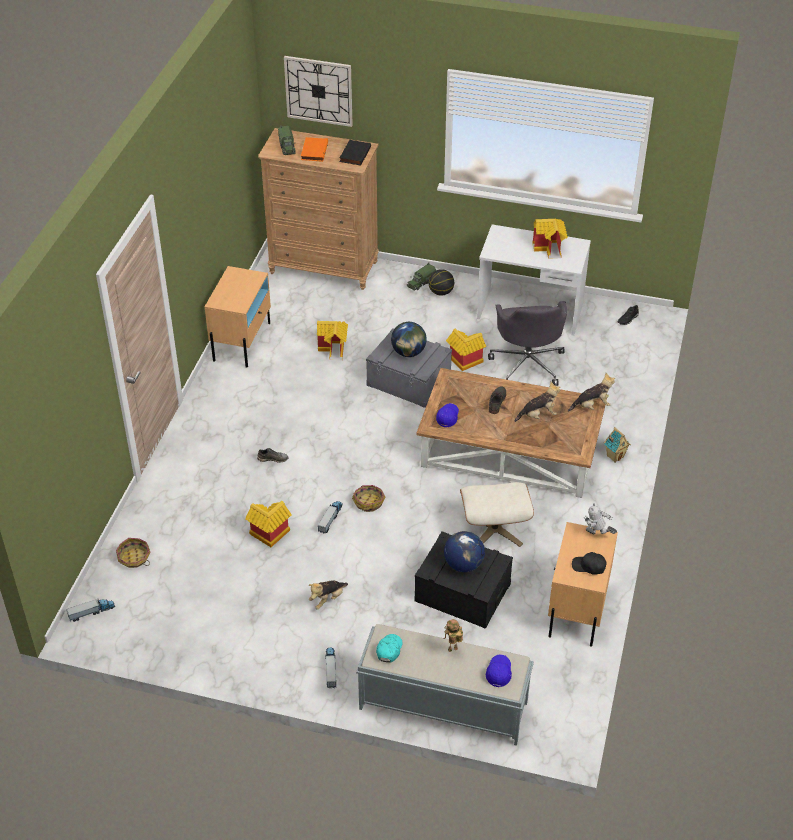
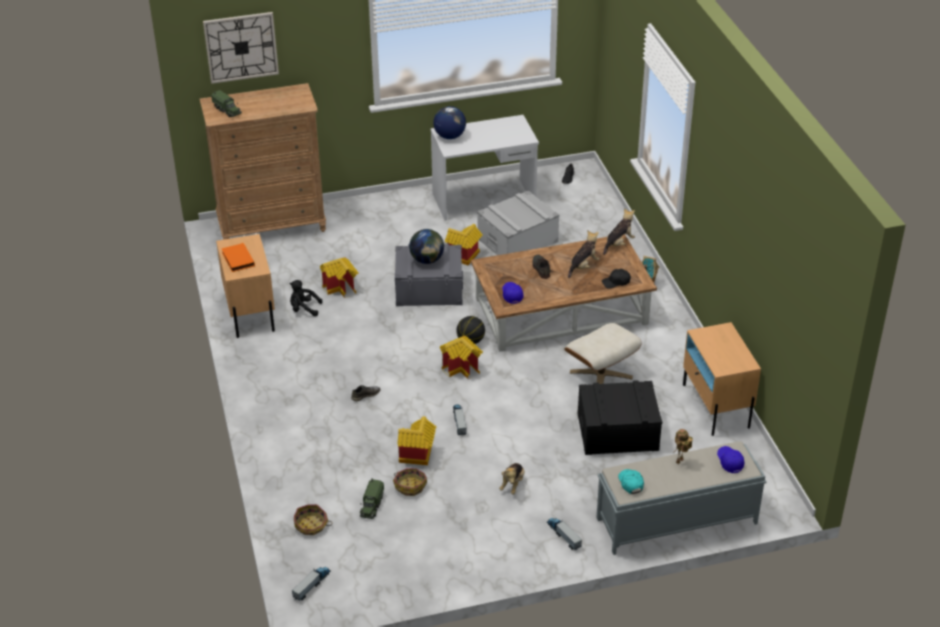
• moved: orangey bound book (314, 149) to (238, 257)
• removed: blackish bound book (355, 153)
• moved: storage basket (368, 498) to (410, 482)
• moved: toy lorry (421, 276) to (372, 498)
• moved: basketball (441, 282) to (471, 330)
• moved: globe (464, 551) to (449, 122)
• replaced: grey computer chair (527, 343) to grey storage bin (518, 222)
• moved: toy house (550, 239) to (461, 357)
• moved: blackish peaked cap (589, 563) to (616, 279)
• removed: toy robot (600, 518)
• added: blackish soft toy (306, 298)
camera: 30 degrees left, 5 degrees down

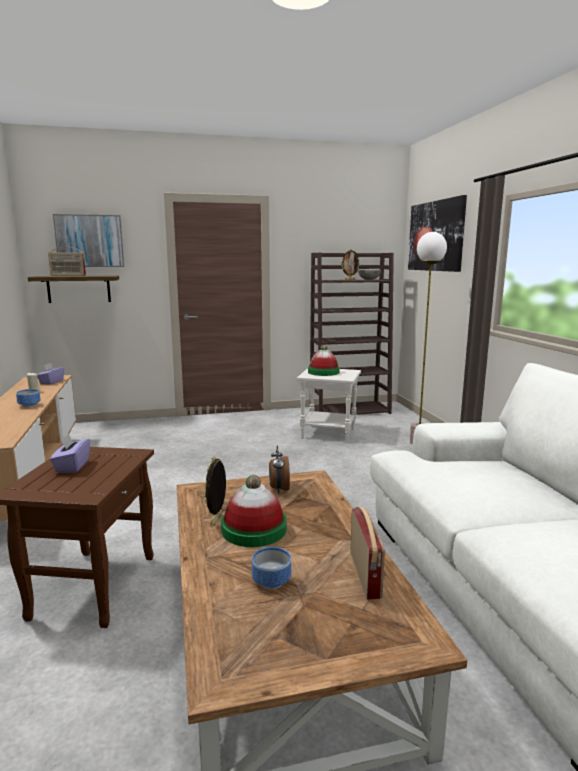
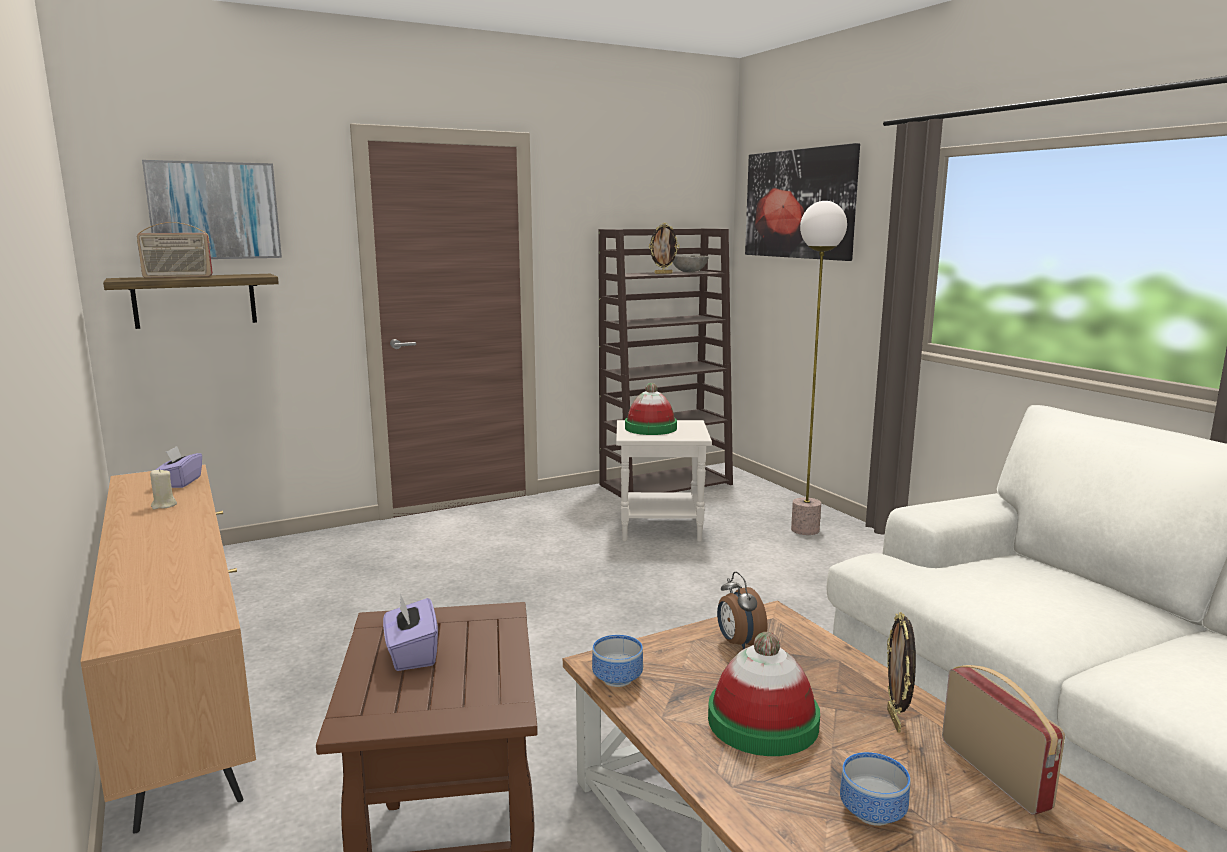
• moved: deep dish (28, 398) to (617, 661)
• moved: picture frame (214, 491) to (901, 672)
camera: 15 degrees left, 0 degrees up

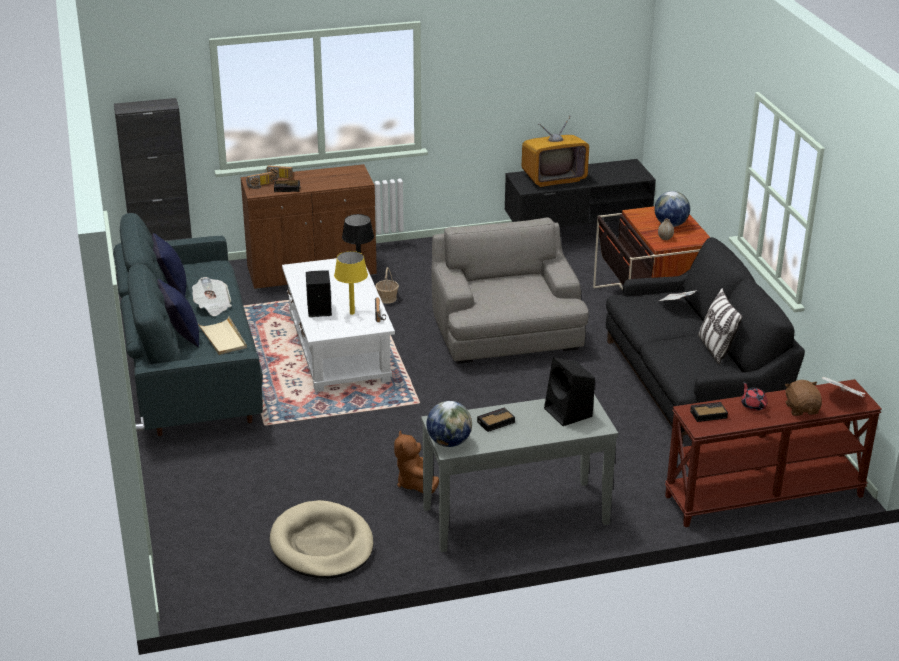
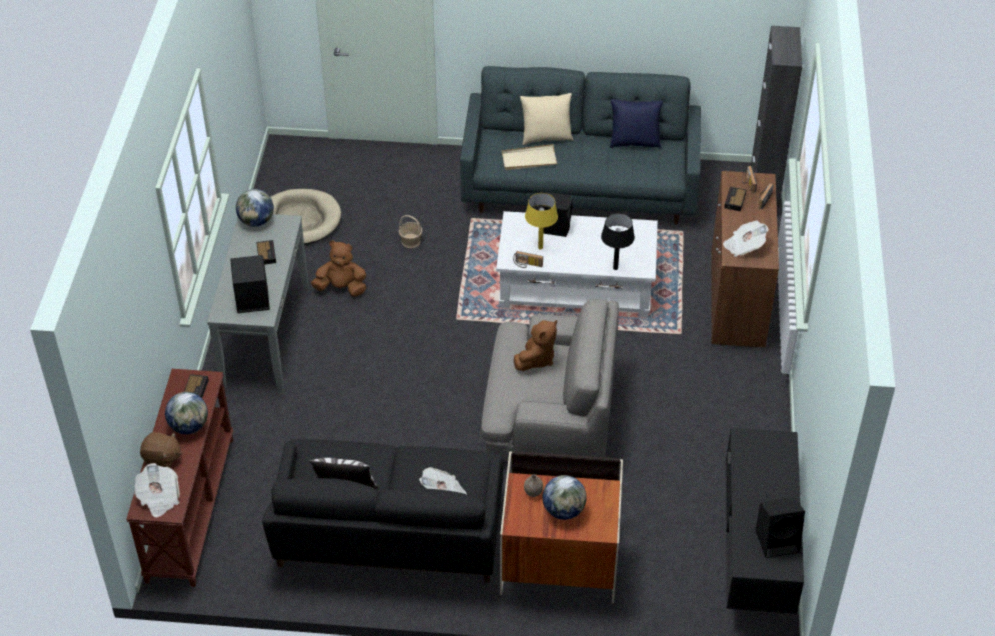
• recoloured: blue cushion (178, 313) to sand-coloured cushion (546, 119)
• moved: daily paper (212, 296) to (746, 239)
• moved: storage basket (387, 285) to (410, 231)
• removed: TV set (555, 151)
• replaced: red pot for tea (754, 396) to globe (186, 413)
• added: brownish soft toy (535, 345)
• added: blackish audio speaker (780, 527)
camera: 110 degrees right, 15 degrees up

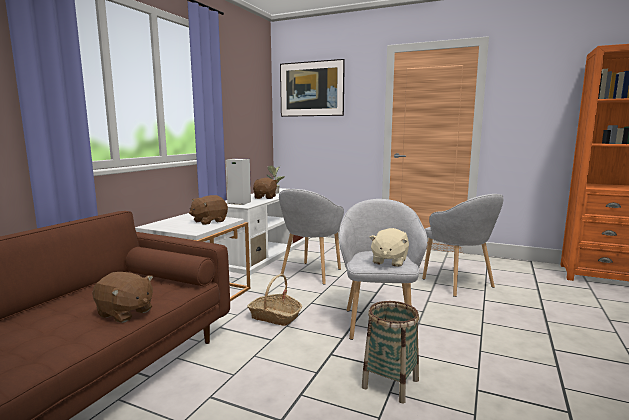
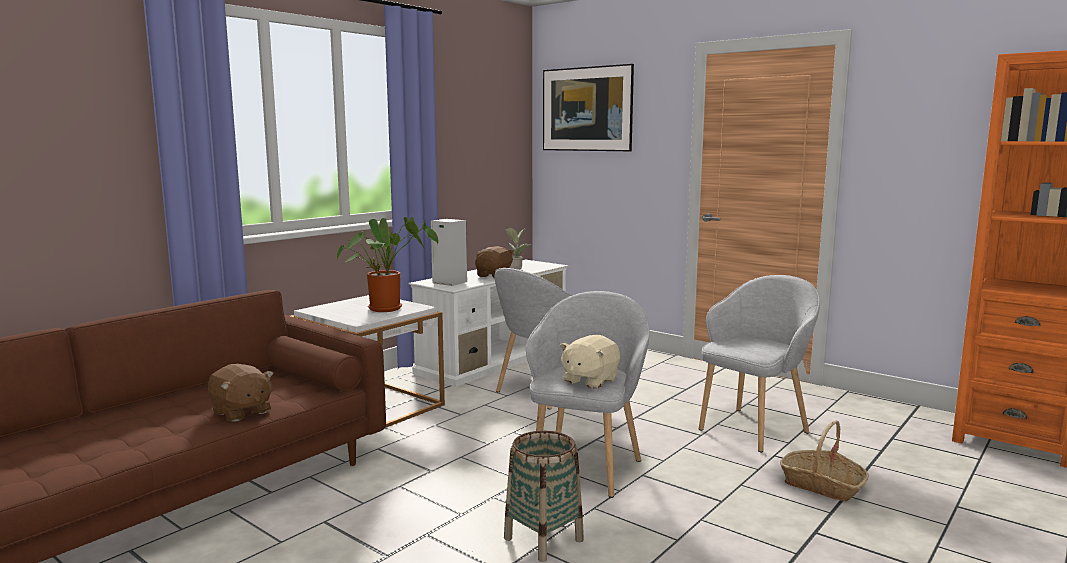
• replaced: brownish soft toy (208, 210) to houseplant (387, 264)
• moved: storage basket (274, 300) to (824, 460)
• turned: grey armchair (462, 245) = (759, 363) 120 degrees counterclockwise
camera: 15 degrees right, 0 degrees up

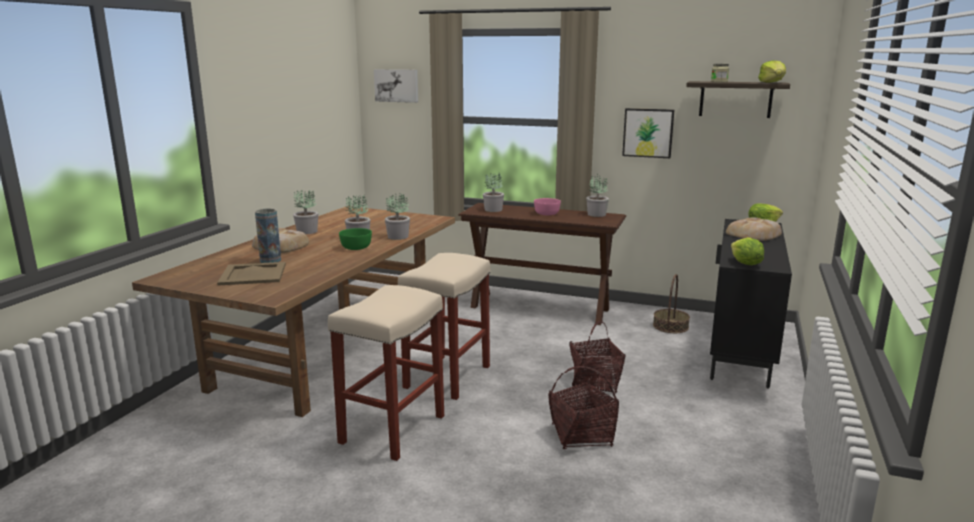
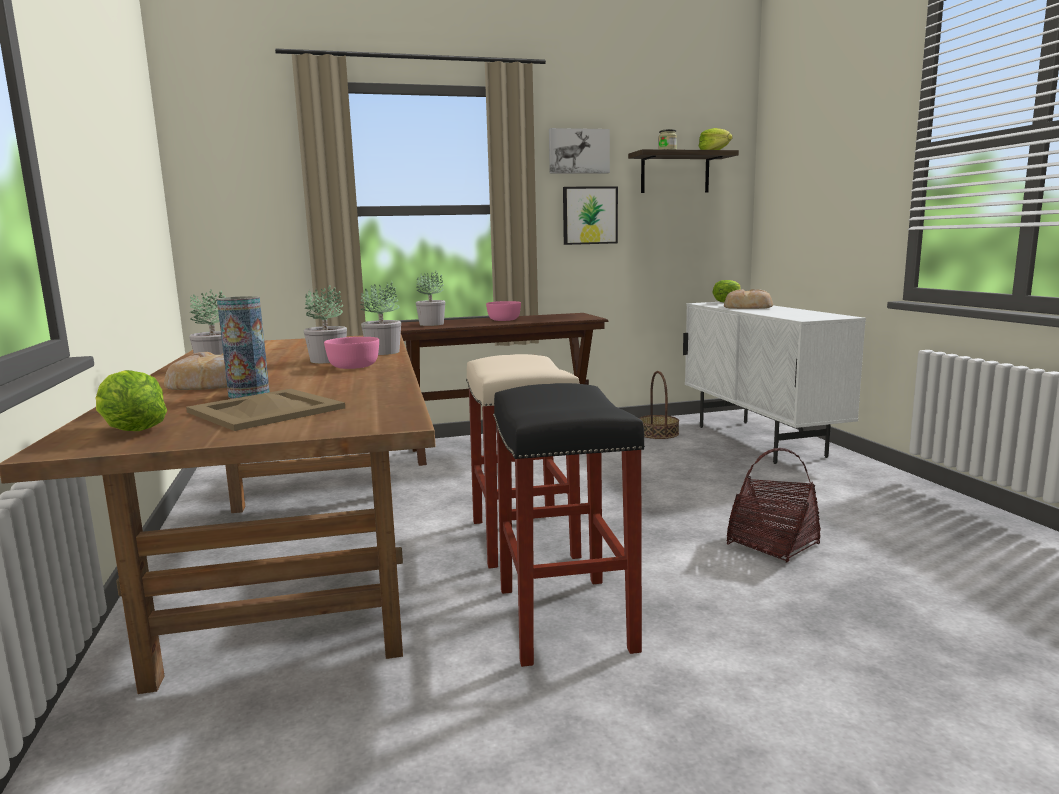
• recoloured: sand-coloured stool seat (386, 373) to blackish stool seat (569, 525)
• recoloured: greenish deep dish (355, 239) to pink-coloured deep dish (351, 353)
• moved: wall picture (396, 86) to (579, 151)
• removed: storage basket (597, 357)
• removed: houseplant (597, 195)
• recoloured: blackish storage cabinet (751, 304) to whitish storage cabinet (774, 383)
• moved: lettuce (747, 251) to (131, 400)
camera: 35 degrees left, 5 degrees down

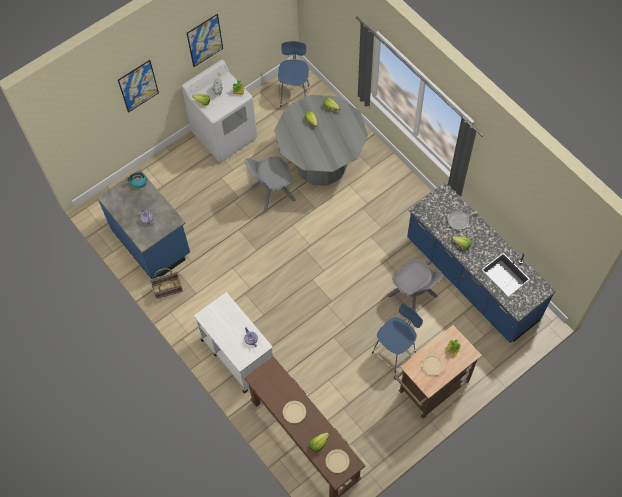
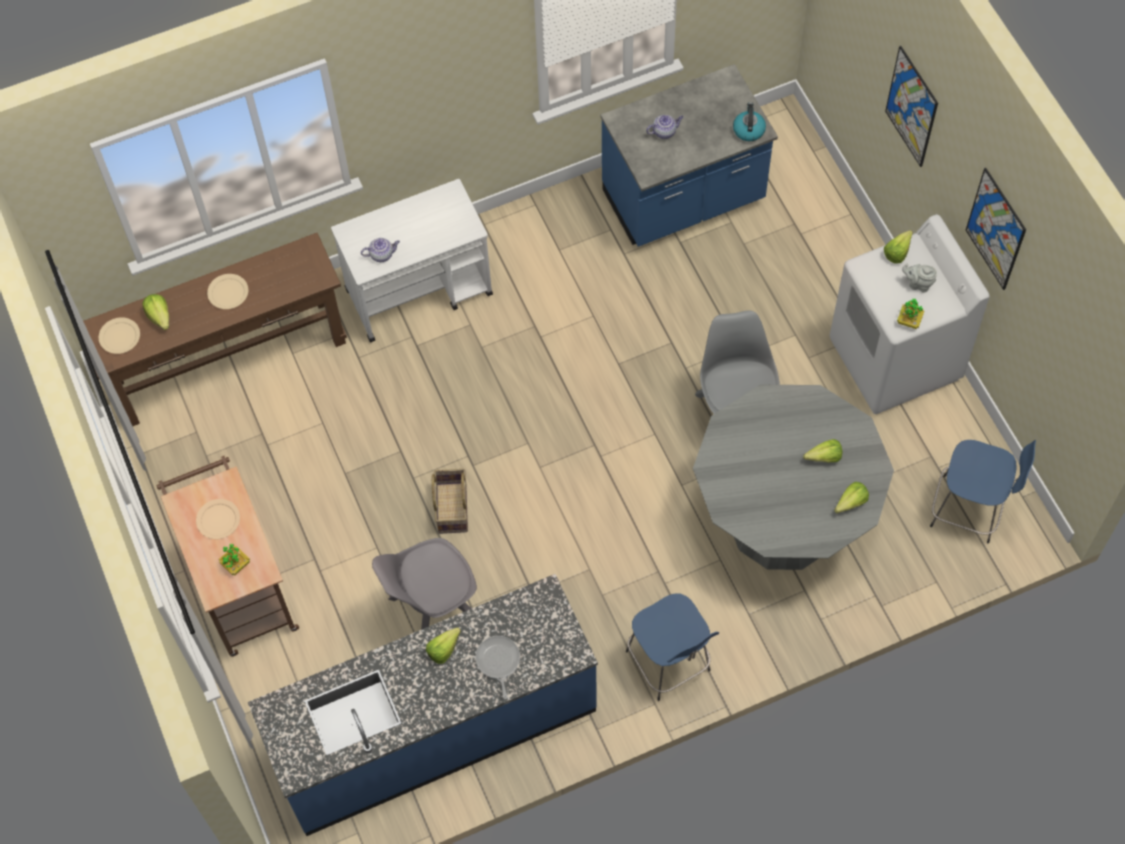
• moved: storage basket (166, 283) to (450, 501)
• moved: blue stool seat (397, 338) to (672, 647)
camera: 105 degrees right, 0 degrees up

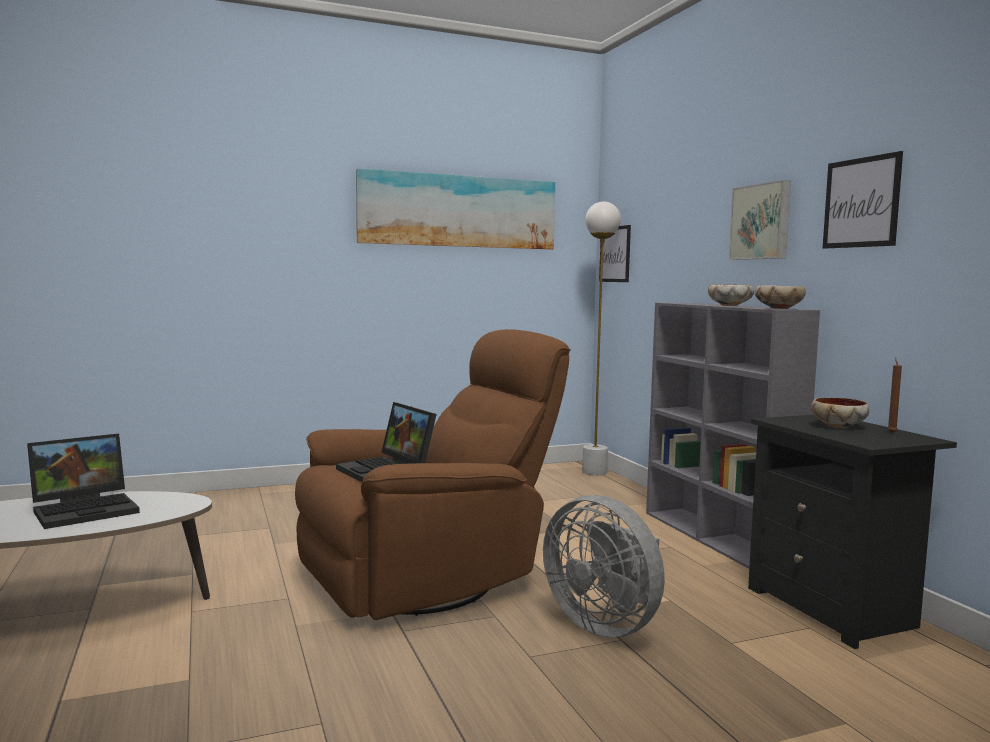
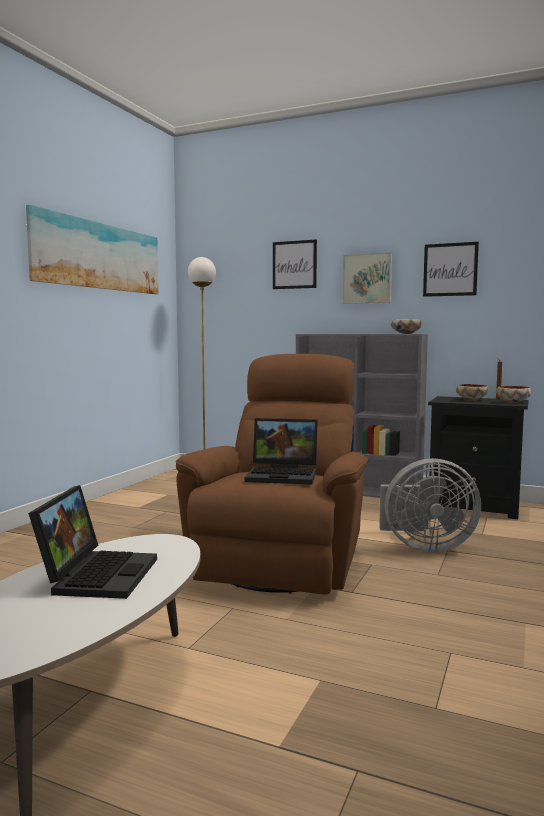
• moved: wall picture (615, 253) to (295, 264)
• moved: deep dish (731, 295) to (513, 394)
camera: 45 degrees left, 0 degrees up

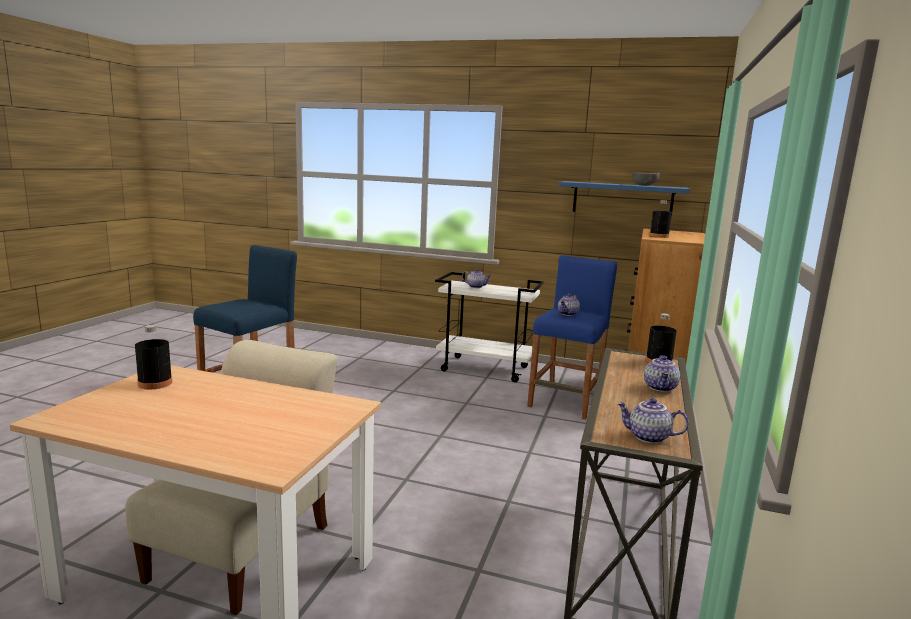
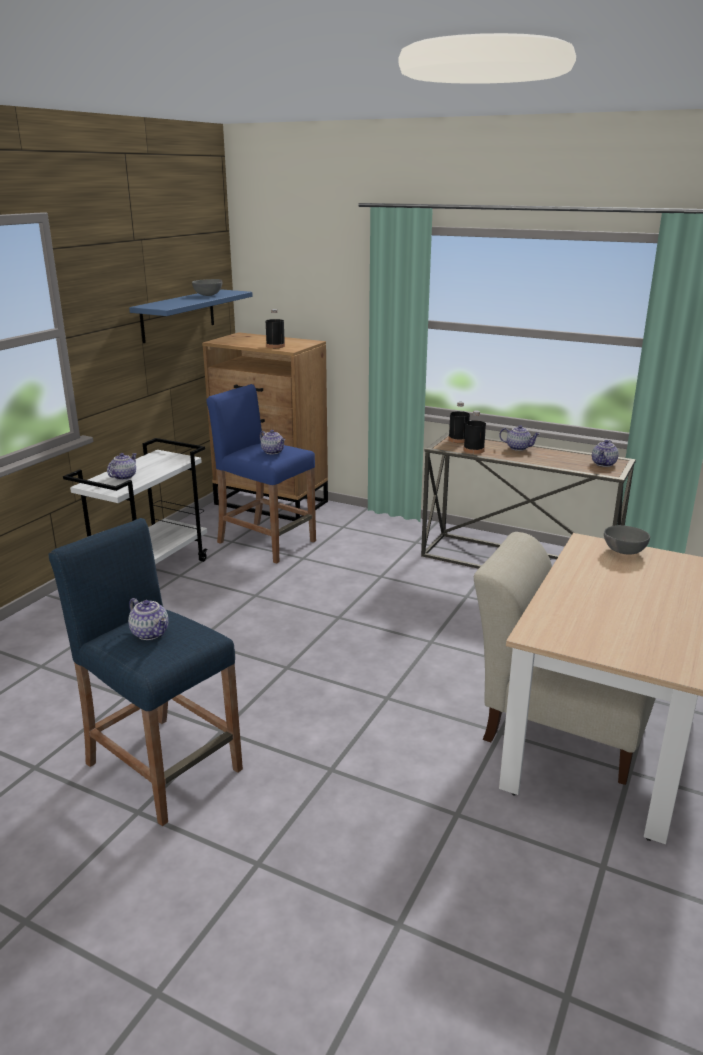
• moved: blackish drink bottle (153, 357) to (475, 432)
• added: pot for tea (148, 619)
• added: grey deep dish (627, 540)
camera: 80 degrees left, 10 degrees up

